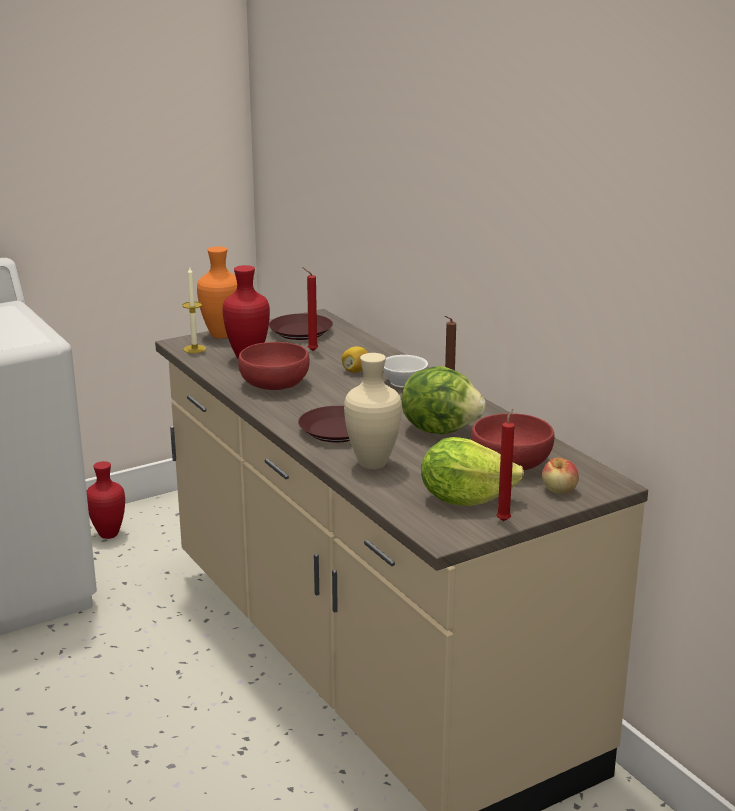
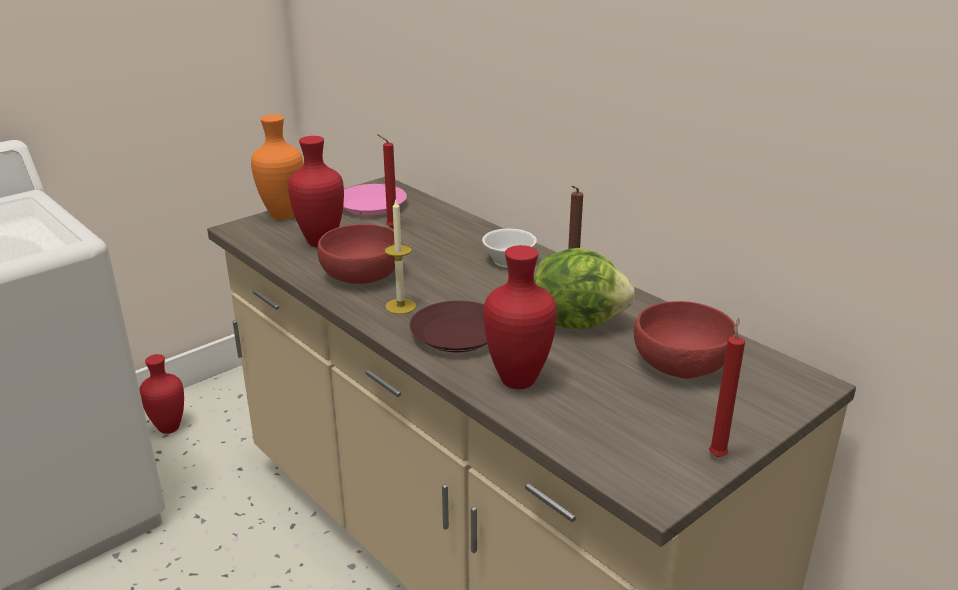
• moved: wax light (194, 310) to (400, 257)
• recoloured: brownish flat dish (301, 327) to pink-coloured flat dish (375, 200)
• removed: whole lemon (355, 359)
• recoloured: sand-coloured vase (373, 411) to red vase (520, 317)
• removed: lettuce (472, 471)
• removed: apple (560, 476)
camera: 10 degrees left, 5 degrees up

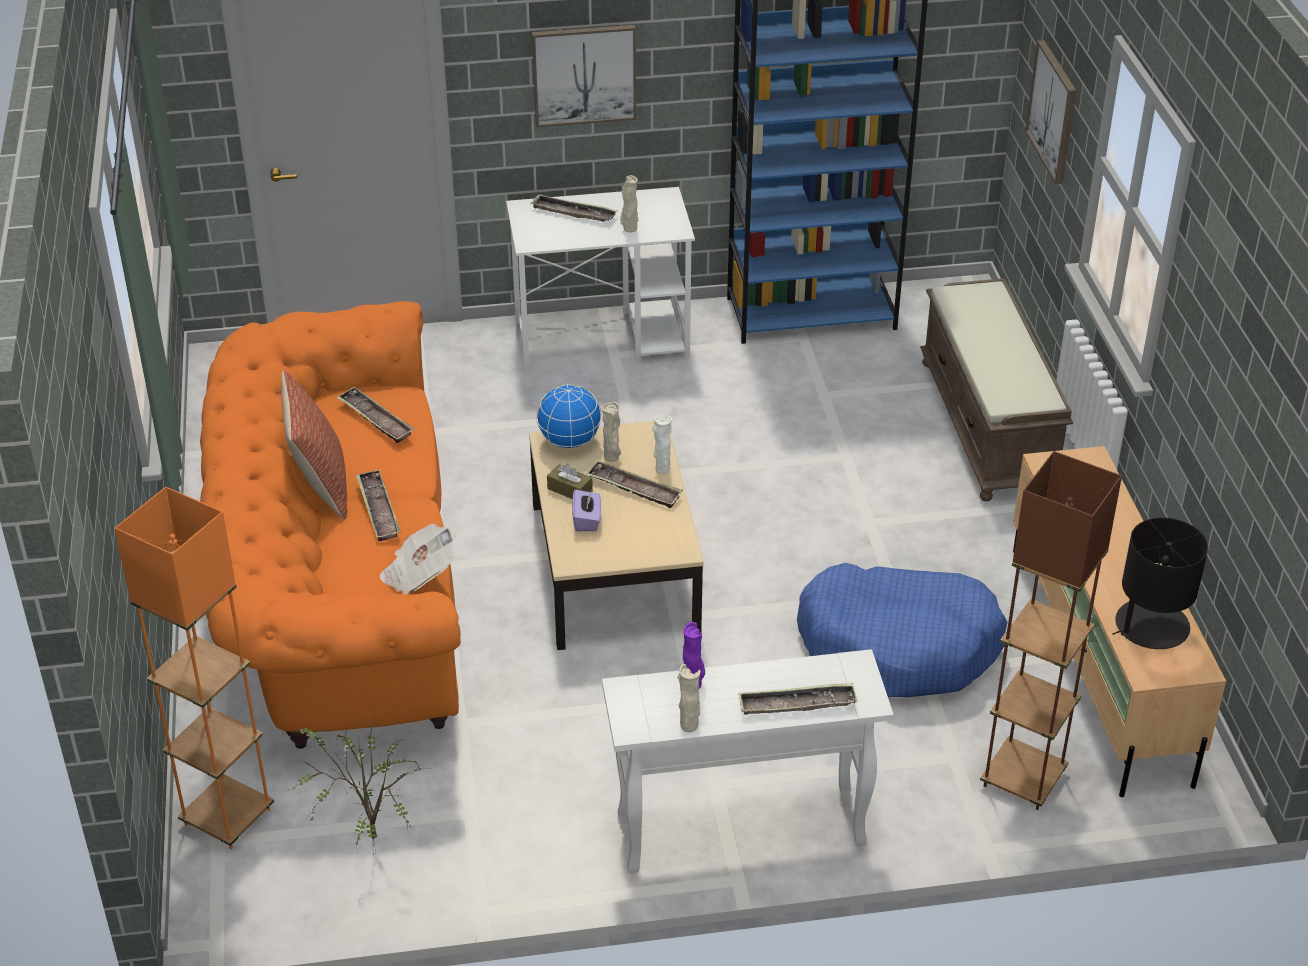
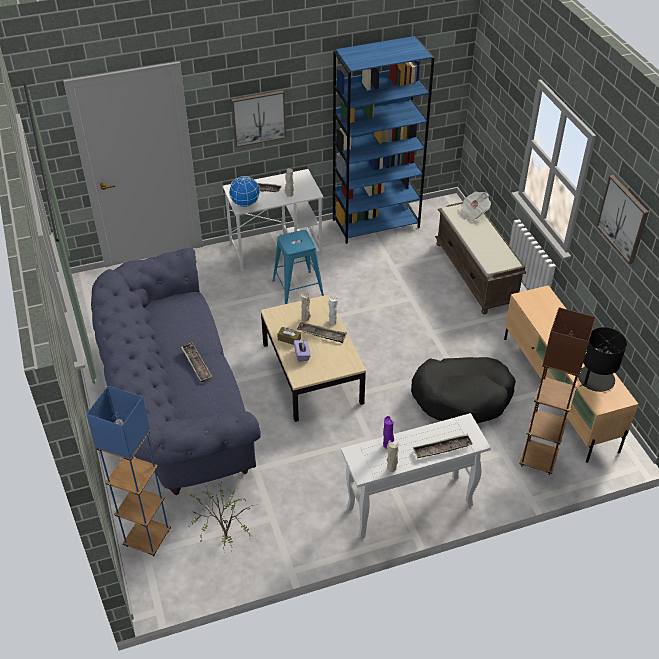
• recoloured: orangey floor lamp (194, 668) to blue floor lamp (128, 471)
• recoloured: orangey sofa (330, 525) to blue sofa (176, 371)
• removed: cushion (314, 444)
• removed: carrying tray (375, 415)
• moved: daily paper (417, 559) to (474, 206)
• moved: globe (569, 416) to (244, 191)
• recoloured: blue dog cushion (902, 630) to blackish dog cushion (463, 390)
• moved: wall picture (1051, 112) to (622, 219)
• added: blue stool seat (298, 267)
camera: 10 degrees left, 5 degrees up

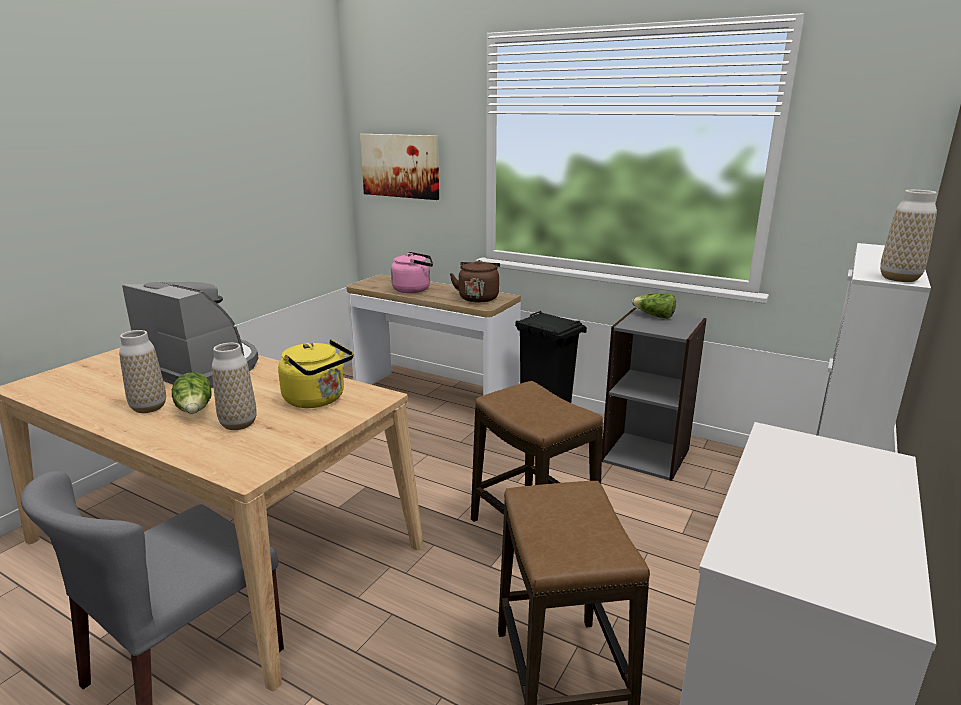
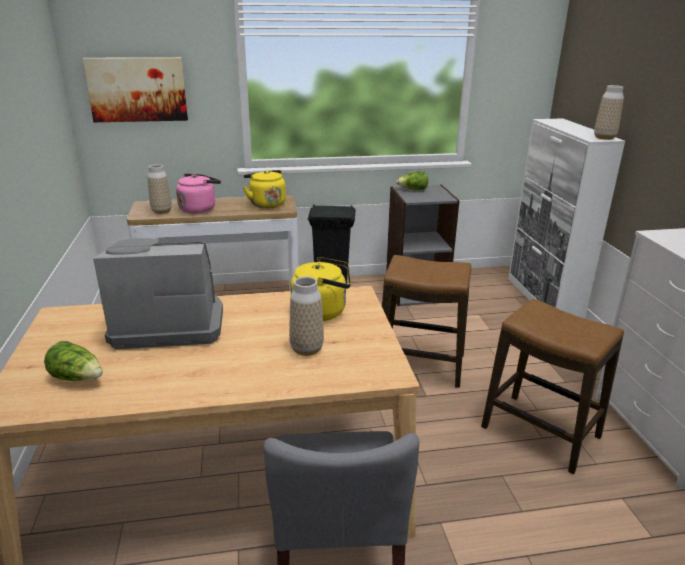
• moved: vase (142, 371) to (159, 189)
• moved: lettuce (192, 393) to (73, 361)
• recoloured: brownish kettle (475, 281) to yellow-coloured kettle (264, 189)
camera: 40 degrees left, 5 degrees up

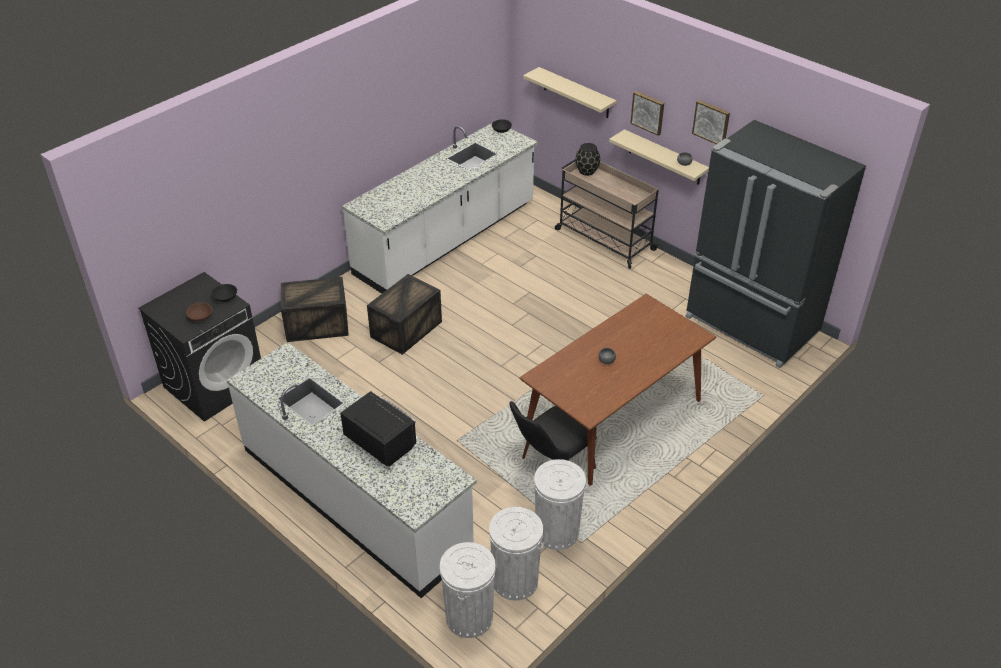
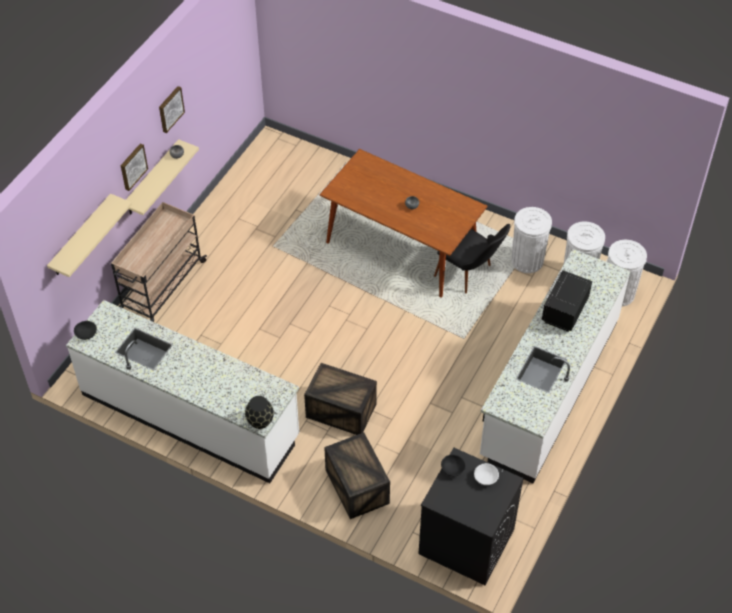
• recoloured: brownish deep dish (199, 312) to whitish deep dish (486, 474)
• moved: blackish vase (587, 159) to (259, 412)
• removed: blackish kitchen fridge (775, 244)
camera: 105 degrees left, 10 degrees up

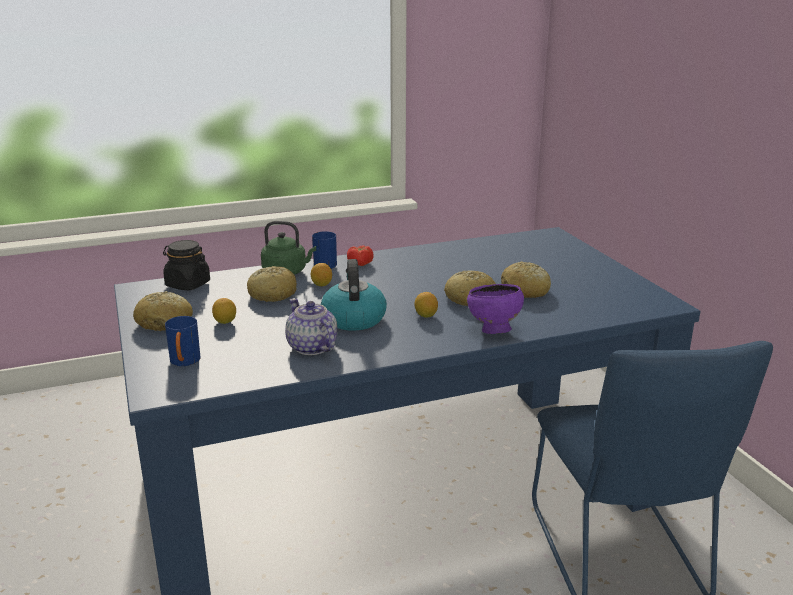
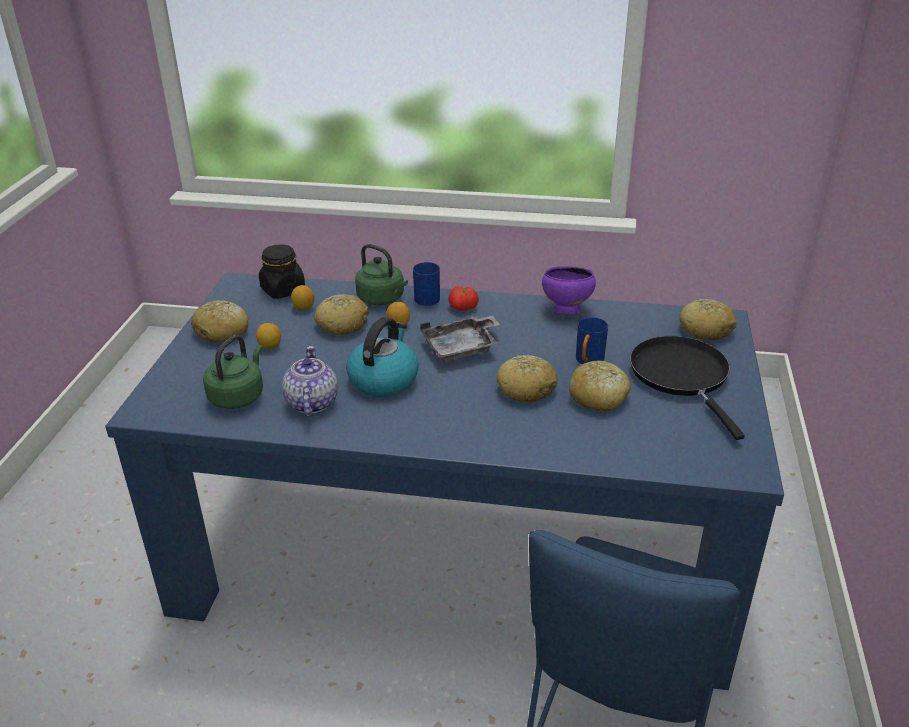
• moved: blue mug (183, 341) to (592, 340)
• moved: whole lemon (426, 305) to (302, 297)
• moved: purple deep dish (495, 309) to (569, 290)
• added: greenish kettle (233, 372)
• added: grey carrying tray (460, 339)
• added: blackish frying pan (687, 388)
• added: bakery bread (708, 319)
camera: 30 degrees right, 10 degrees up

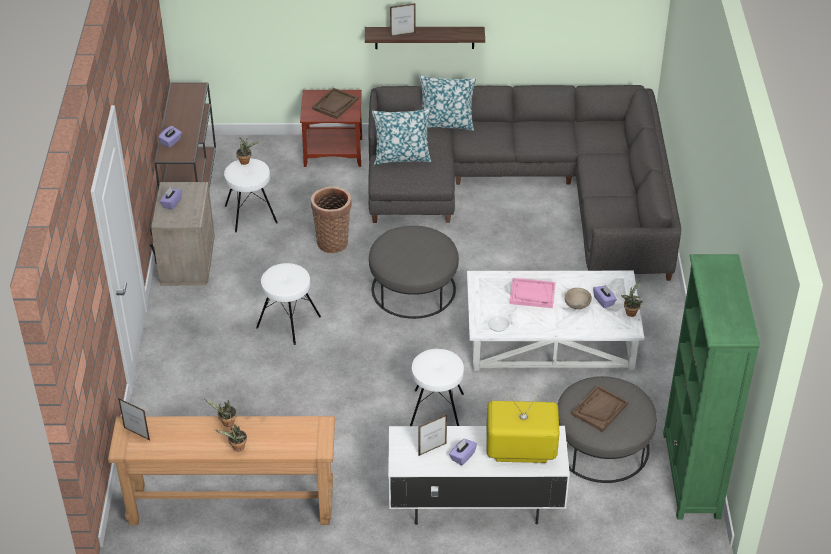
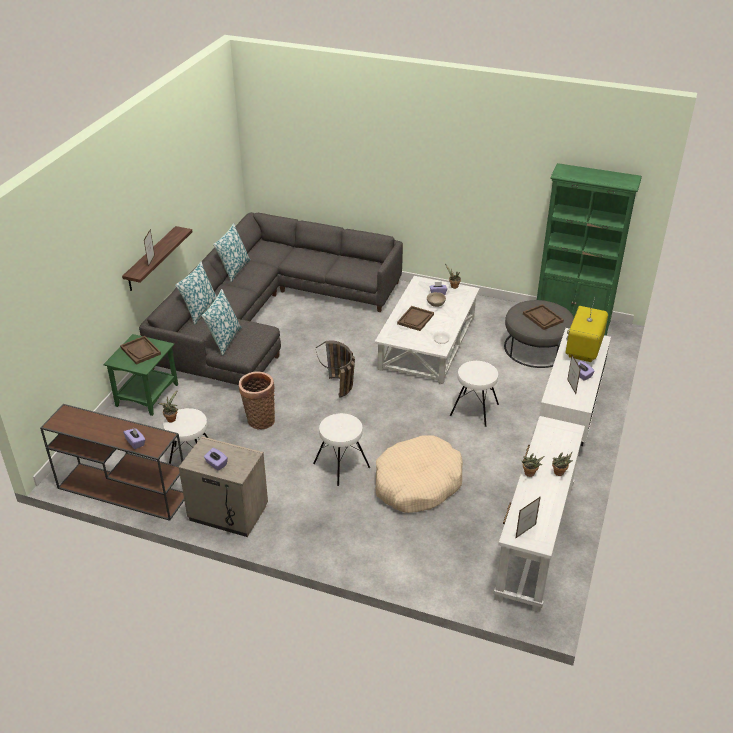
• recoloured: brownish narrow table (221, 470) to whitish narrow table (539, 514)
• recoloured: brownish accent table (331, 128) to greenish accent table (140, 375)
• replaced: grey ottoman (414, 272) to storage basket (335, 369)
• recoloured: pink-coloured carrying tray (532, 293) to brownish carrying tray (415, 318)
• added: cushion (232, 252)
• added: sand-coloured dog cushion (419, 474)
camera: 70 degrees left, 5 degrees down

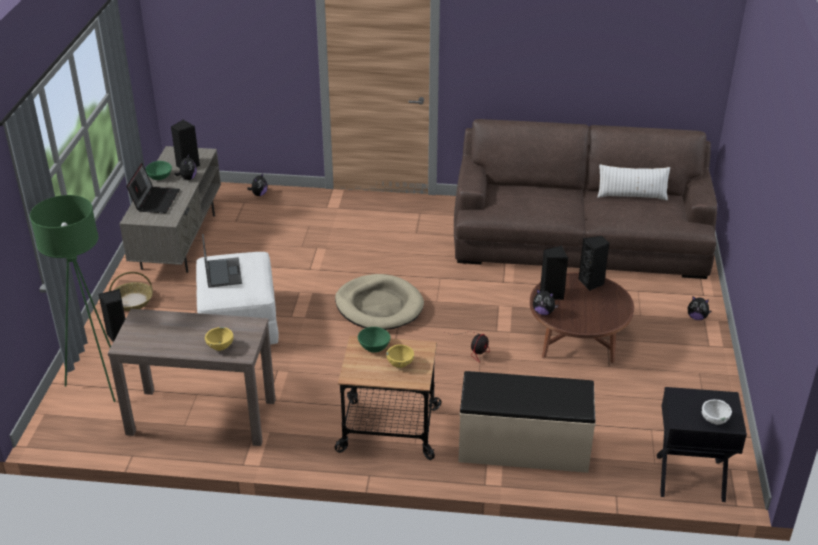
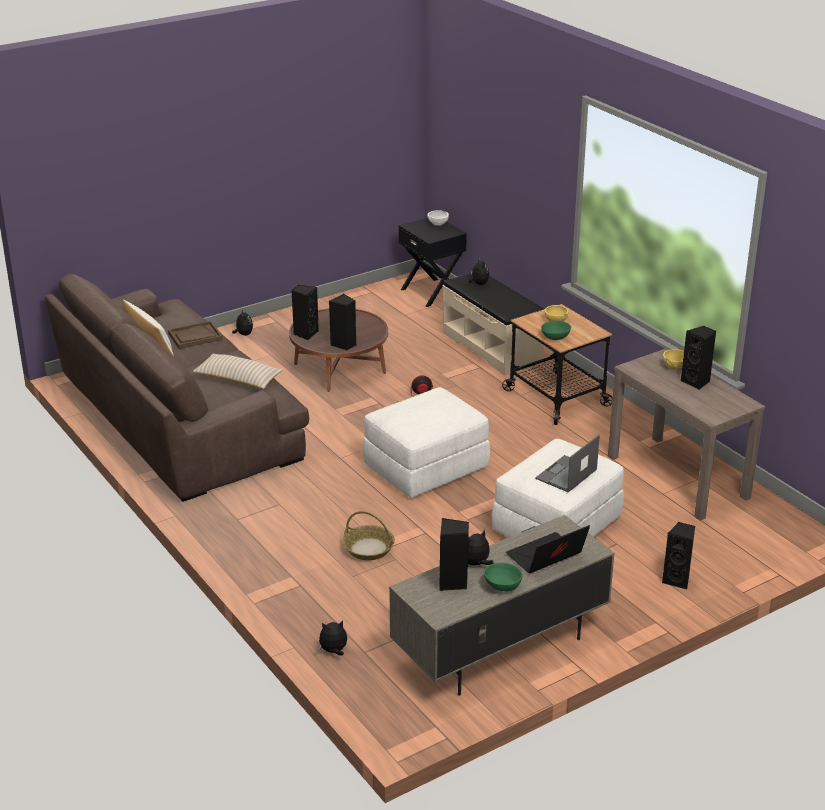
• removed: greenish floor lamp (72, 298)
• moved: storage basket (131, 291) to (369, 535)
• replaced: sand-coloured dog cushion (379, 302) to whitish ottoman (426, 442)
• moved: soft toy (545, 302) to (479, 272)
• added: brownish carrying tray (195, 335)
• added: sand-coloured cushion (237, 371)
• added: blackish audio speaker (698, 358)
camera: 130 degrees left, 5 degrees down

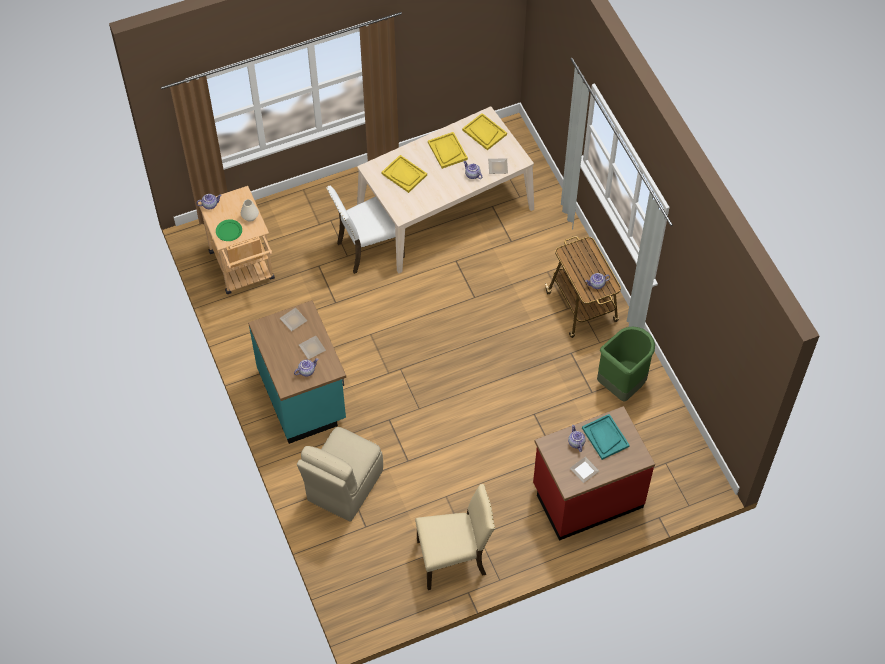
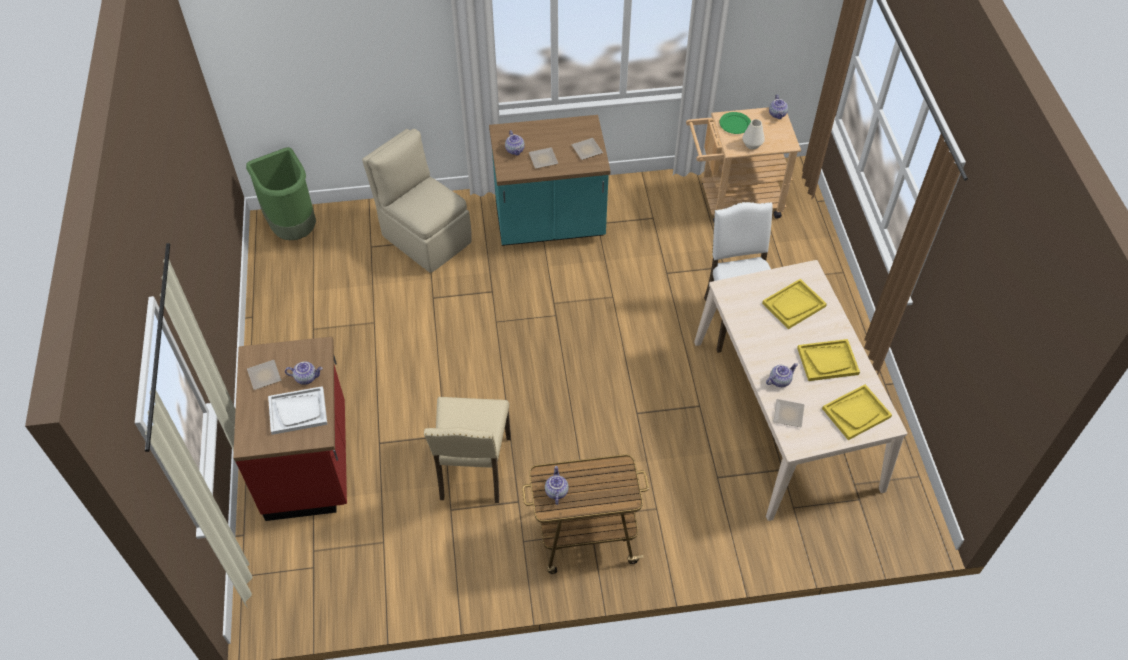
• moved: sand-coloured chair (455, 537) to (467, 450)
• recoloured: turquoise carrying tray (606, 437) to whitish carrying tray (297, 410)
• moved: greenish trash can (626, 364) to (281, 193)
camera: 105 degrees right, 5 degrees down

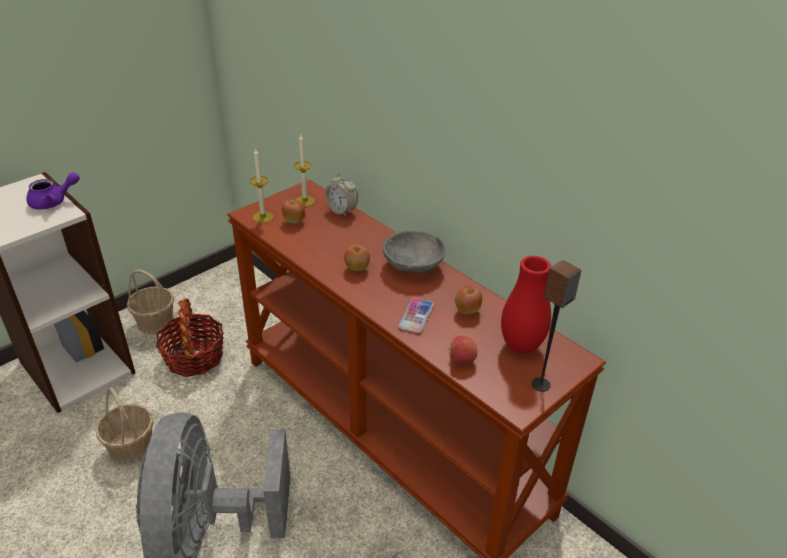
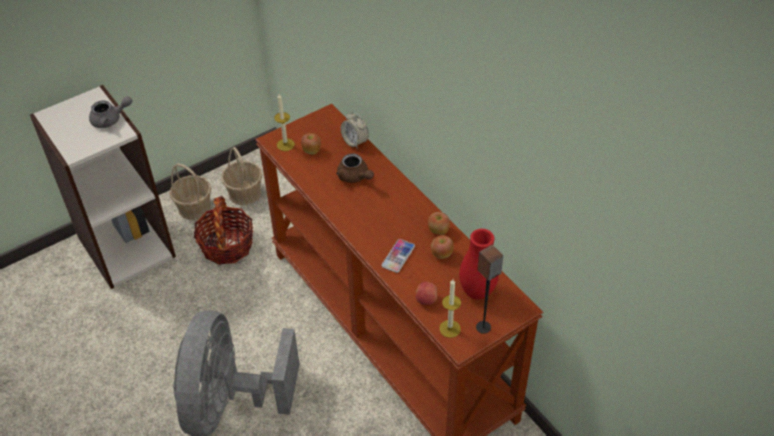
• recoloured: purple pot for tea (53, 190) to grey pot for tea (110, 112)
• moved: storage basket (124, 426) to (241, 176)
• moved: wax light (304, 170) to (450, 308)
• moved: apple (357, 258) to (439, 223)
• removed: grey deep dish (414, 251)
• added: brownish pot for tea (355, 168)
camera: 10 degrees right, 10 degrees up

